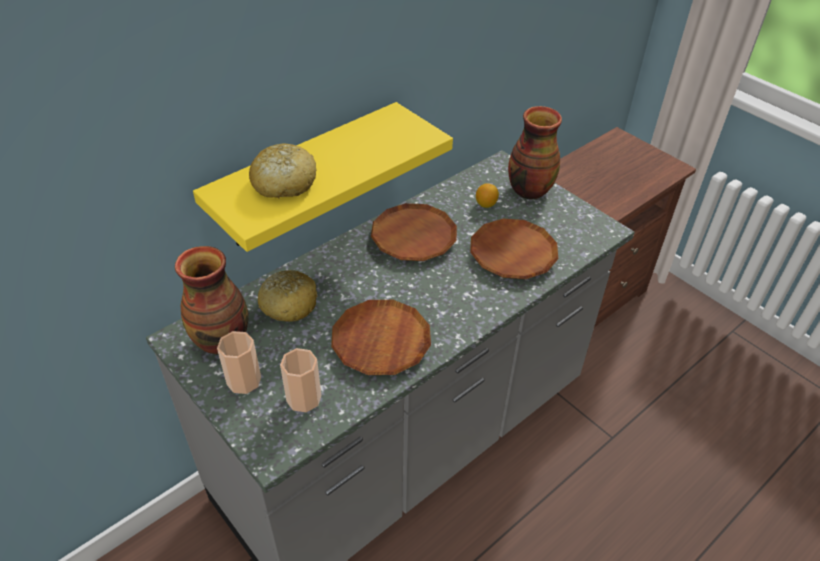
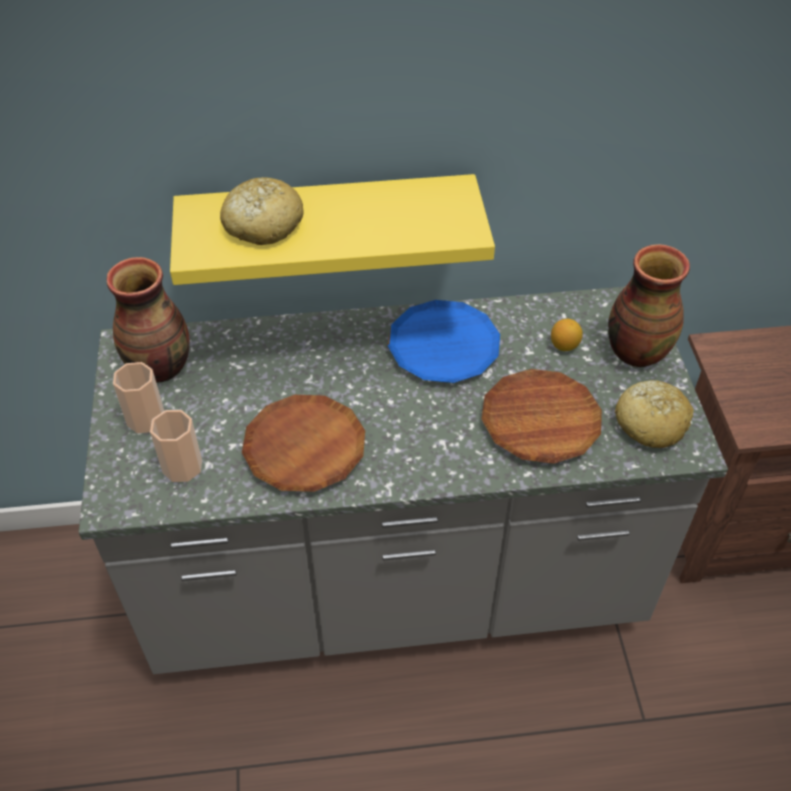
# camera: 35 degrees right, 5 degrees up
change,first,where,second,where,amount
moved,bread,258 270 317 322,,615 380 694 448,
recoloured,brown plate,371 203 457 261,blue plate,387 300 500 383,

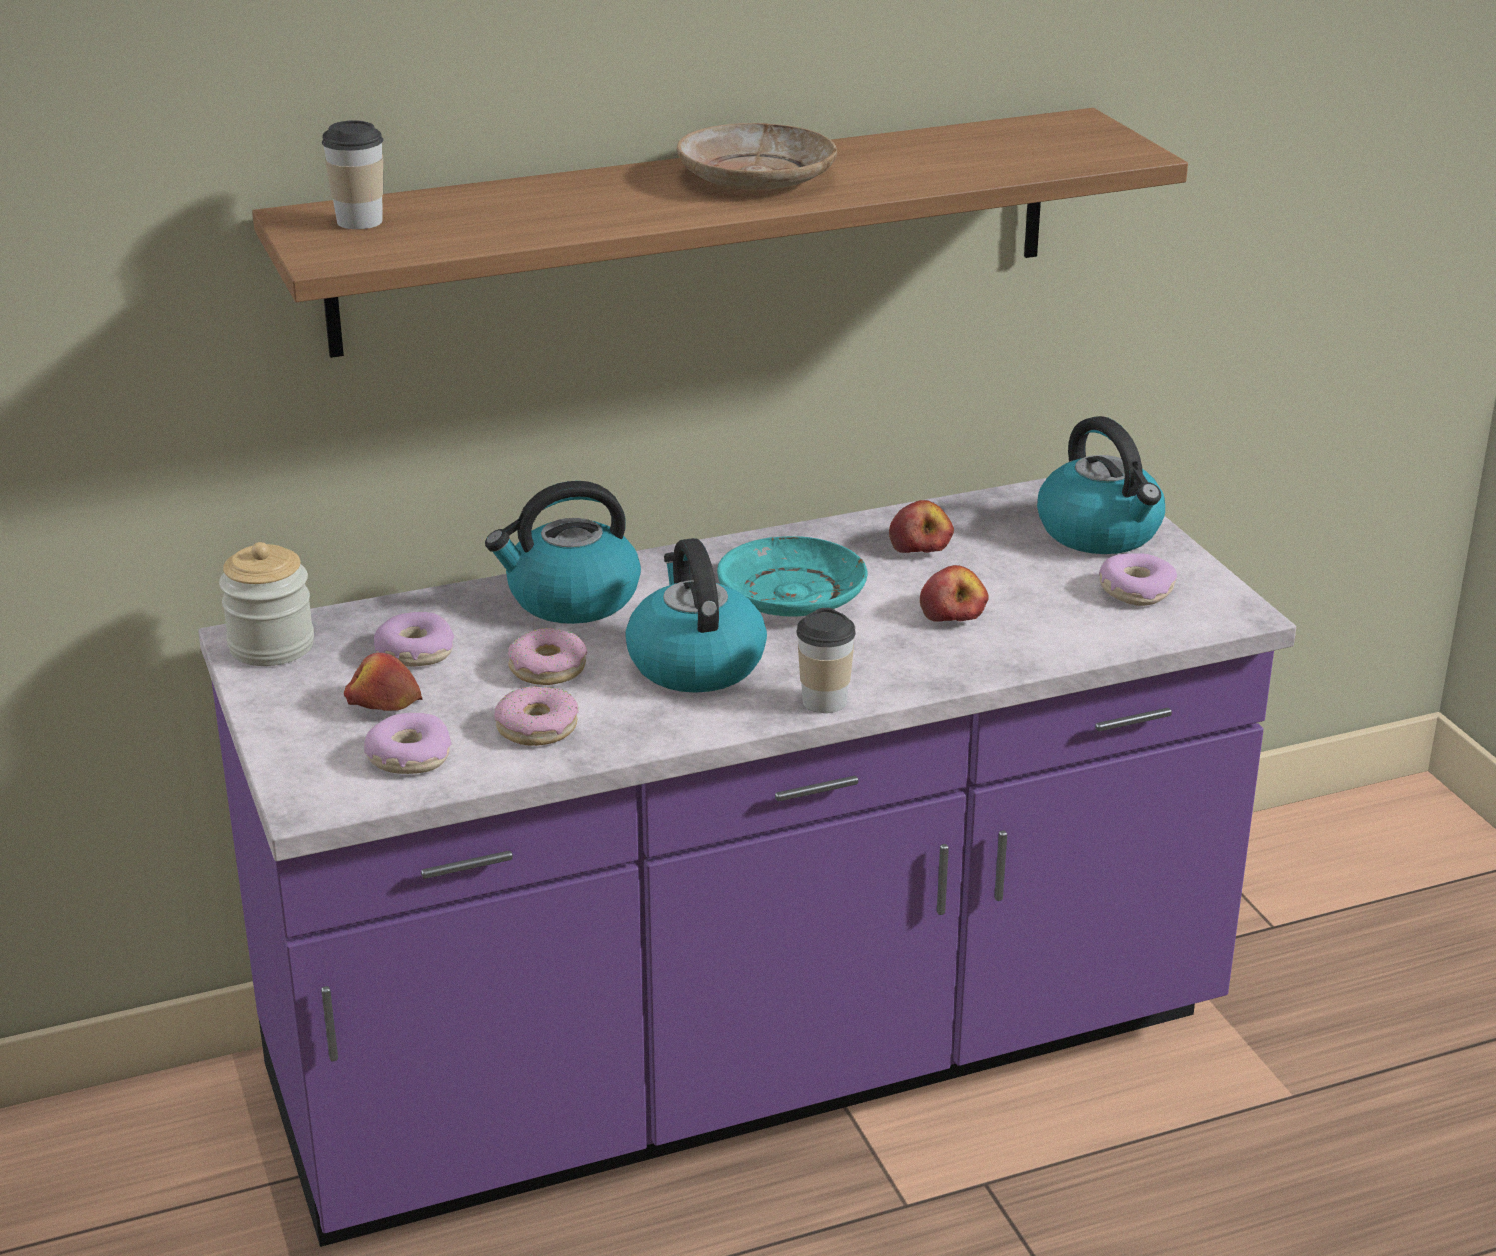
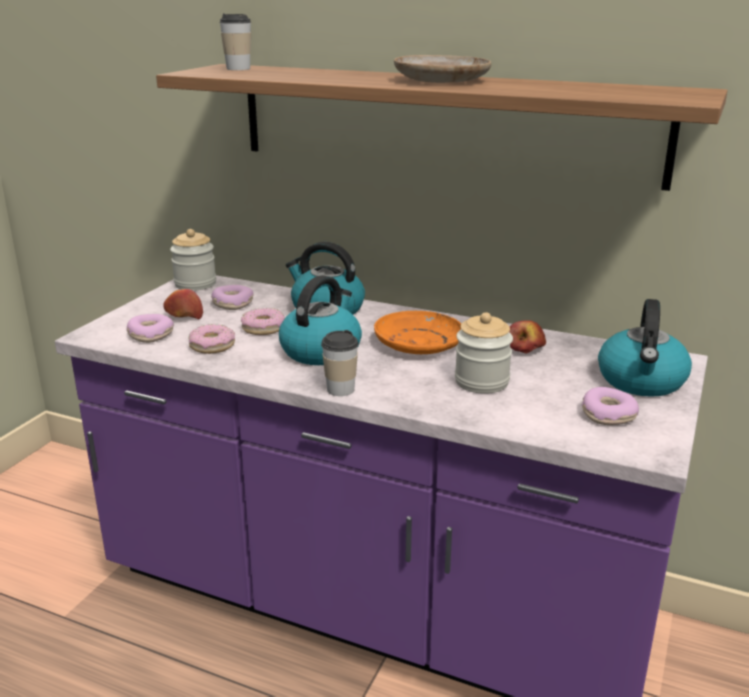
# camera: 45 degrees right, 5 degrees down
change,first,where,second,where,amount
recoloured,turquoise plate,717 536 868 616,orange plate,374 311 461 354,
replaced,apple,920 565 988 622,jar,455 312 513 394,

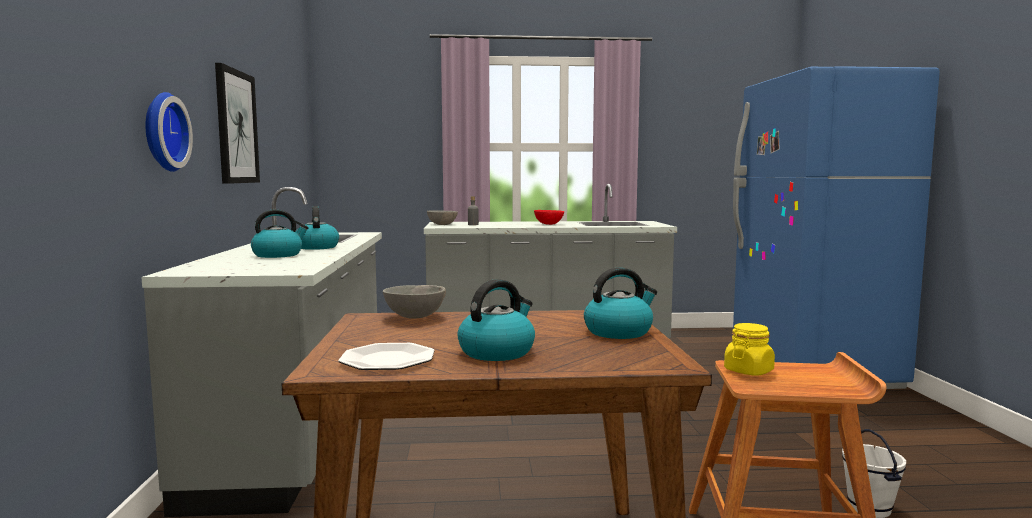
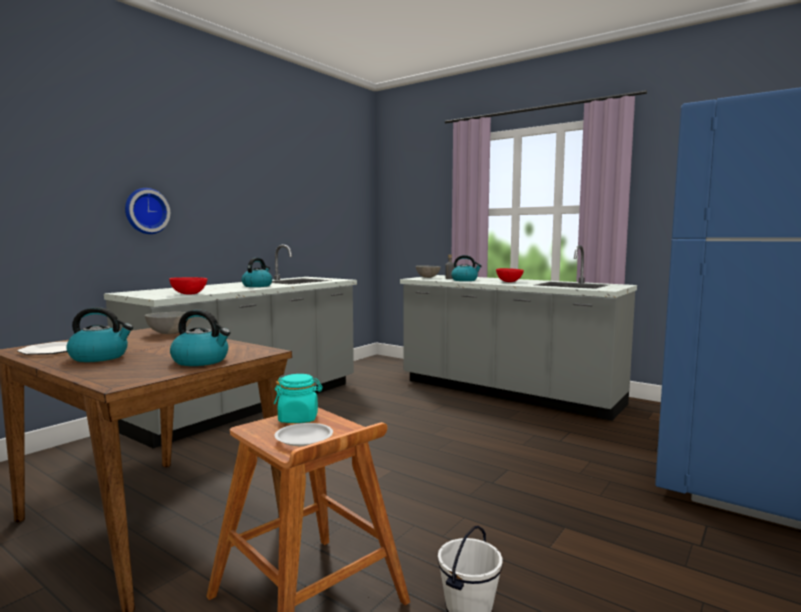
# camera: 40 degrees right, 0 degrees up
change,first,where,second,where,amount
removed,picture,215 63 260 184,,,
moved,kettle,251 209 309 258,,451 255 482 281,
recoloured,yellow jar,724 323 775 376,turquoise jar,274 374 323 423,
added,,,red bowl,169 277 208 294,
added,,,white plate,275 423 333 446,

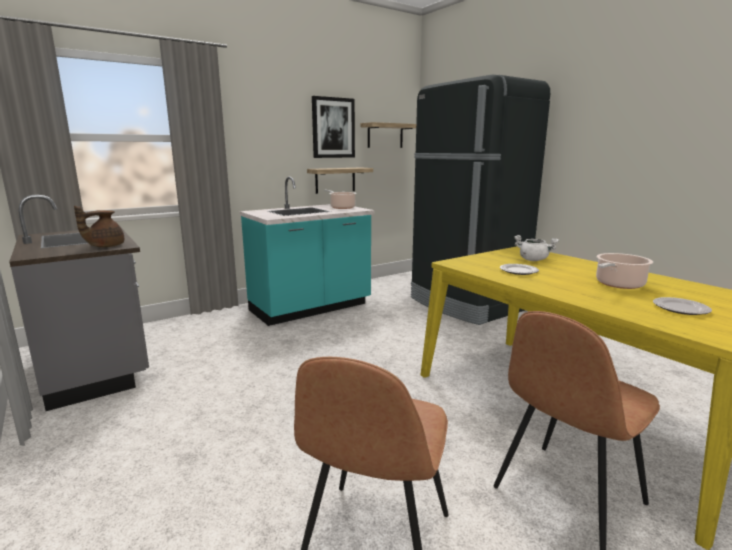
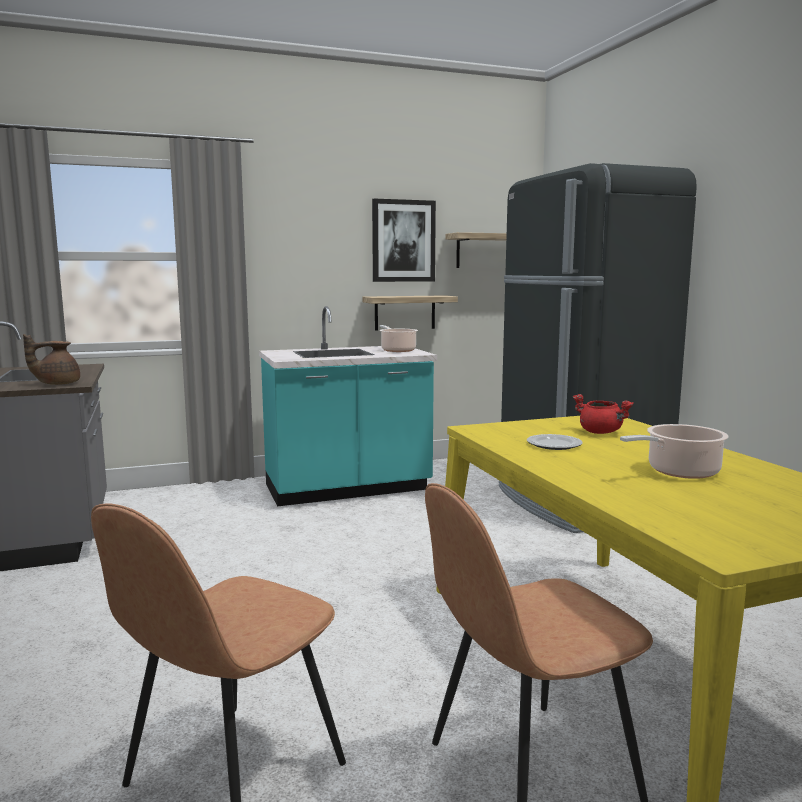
# camera: 15 degrees right, 5 degrees down
change,first,where,second,where,amount
recoloured,white cooking pot,514 235 559 261,red cooking pot,572 394 634 434,
removed,plate,653 297 712 315,,,

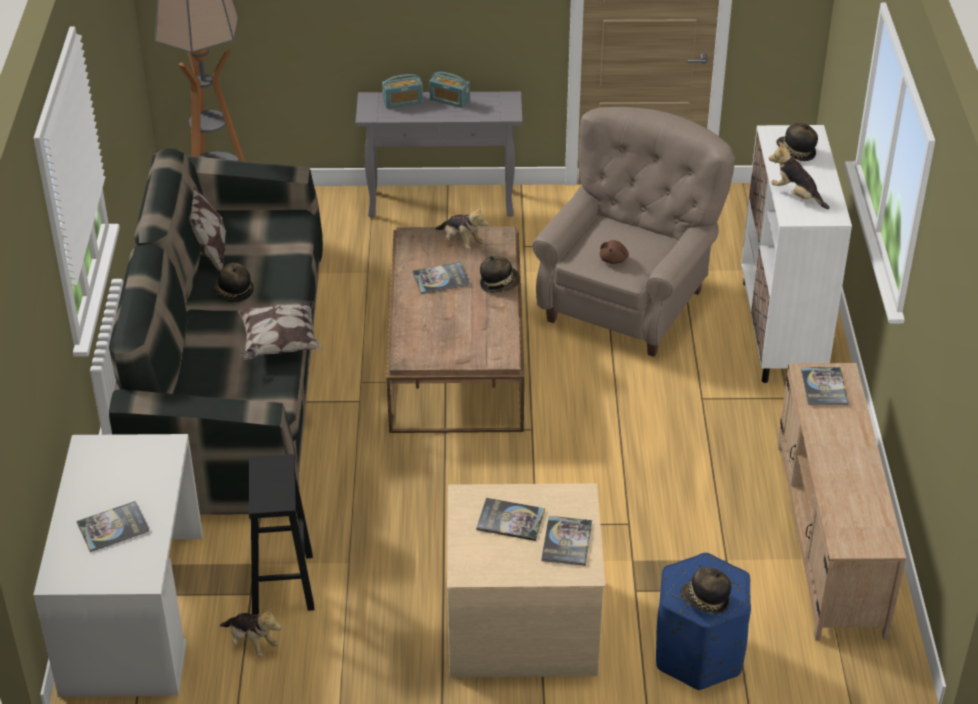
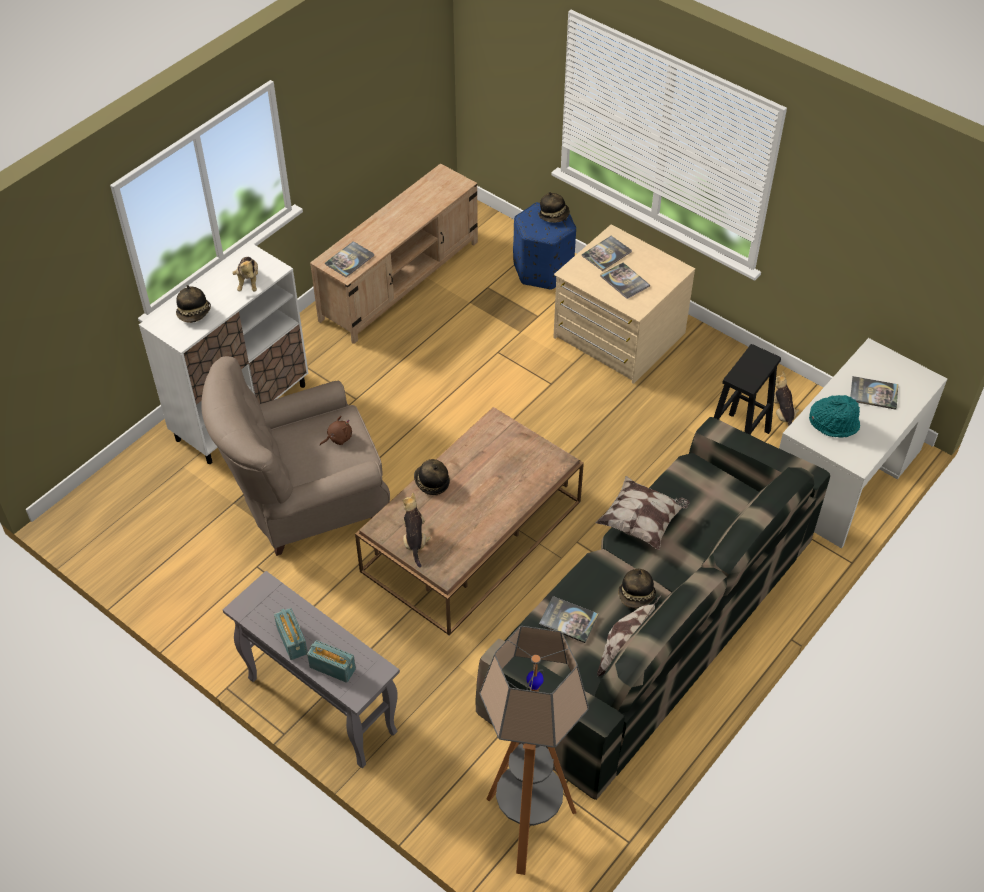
# camera: 140 degrees left, 10 degrees up
change,first,where,second,where,amount
moved,book,412 262 470 294,,539 596 599 643,
added,,,turquoise hat,809 395 860 438,

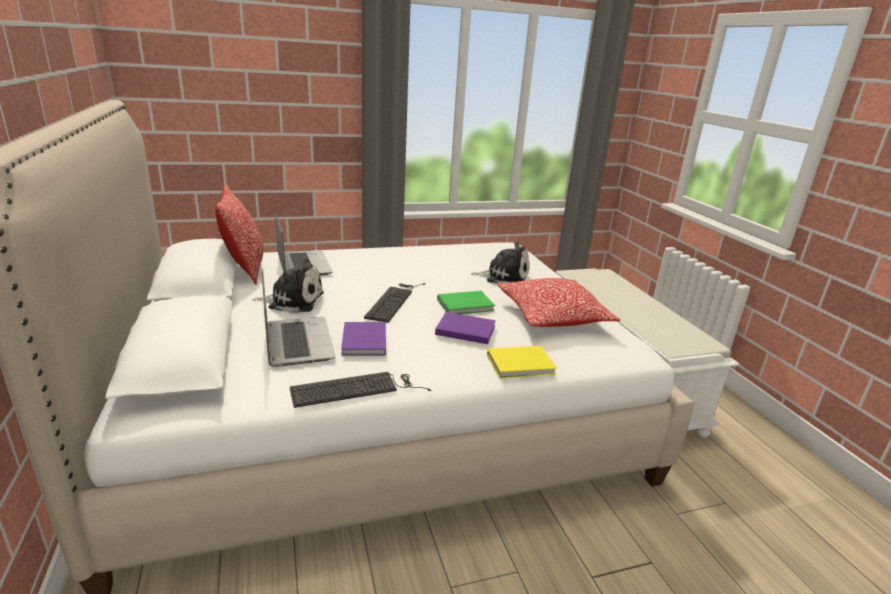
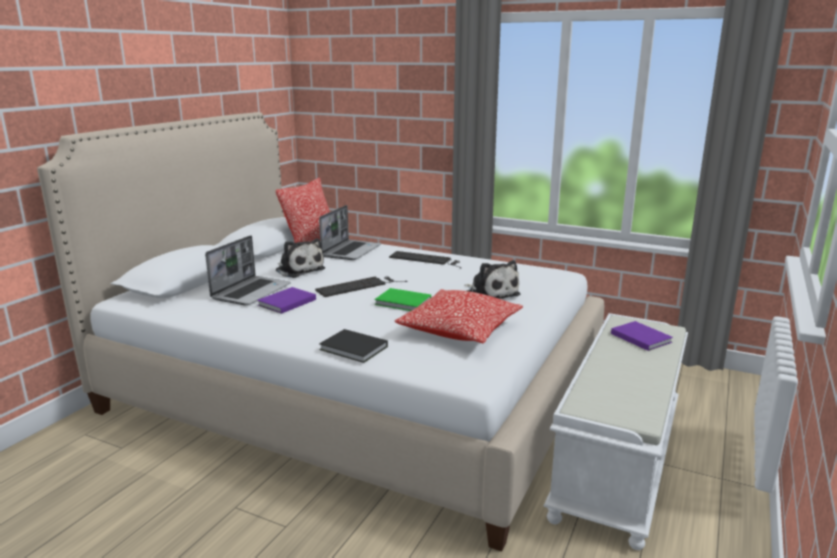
# camera: 45 degrees right, 5 degrees down
change,first,where,second,where,amount
moved,keyboard,290 372 431 408,,389 251 461 269,
moved,purple book,435 312 496 344,,611 321 673 351,
recoloured,yellow book,487 346 557 378,black book,319 329 388 363,

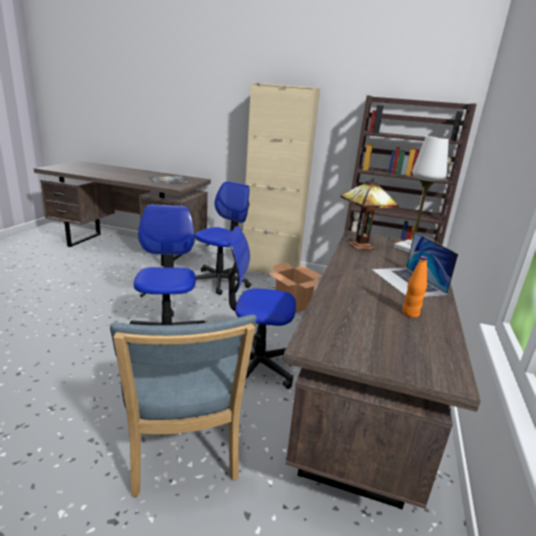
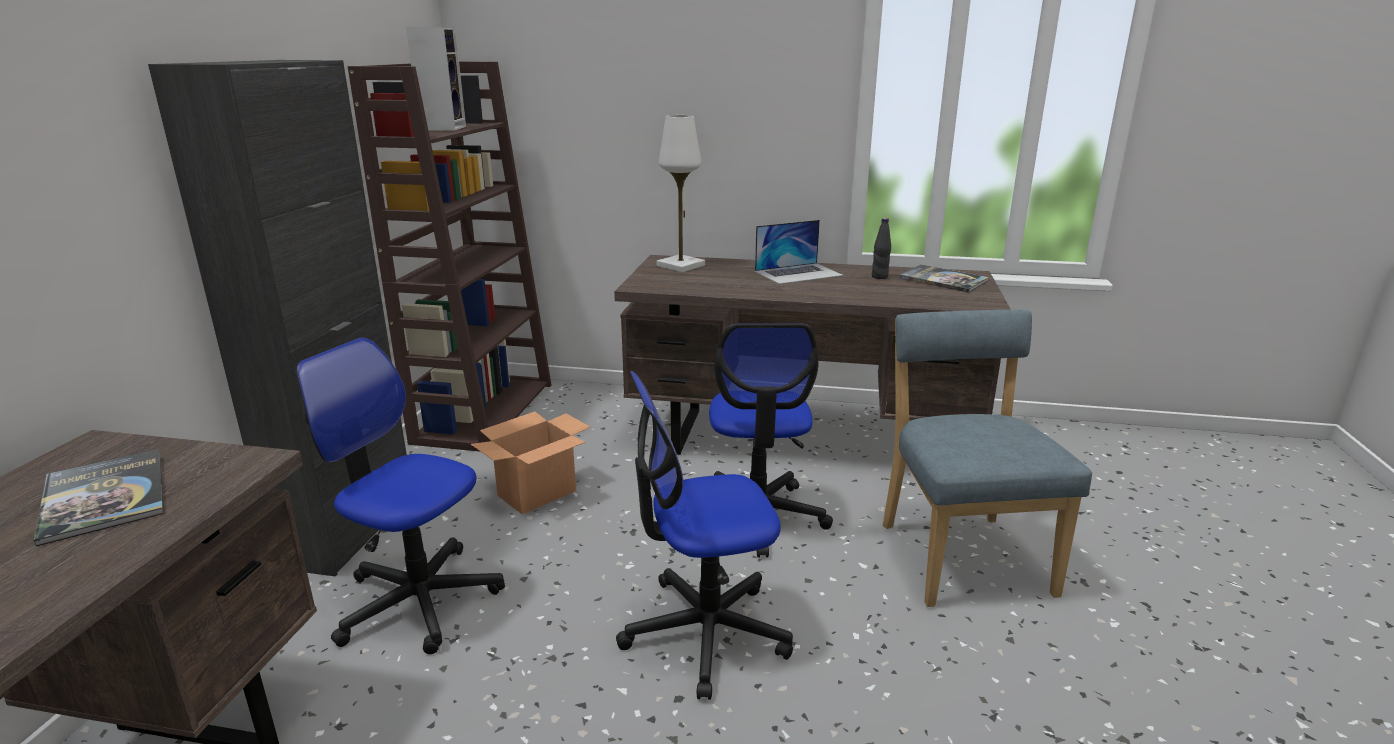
# camera: 95 degrees left, 0 degrees up
change,first,where,second,where,amount
turned,blue chair,110 315 257 497,,883 310 1092 607,75 degrees counterclockwise
recoloured,beige cabinet,243 83 320 274,black cabinet,148 60 407 576,
removed,table lamp,340 178 399 250,,,
recoloured,orange bottle,402 256 428 318,black bottle,872 218 891 279,
added,,,speaker,406 27 466 131,
added,,,book,899 264 989 293,

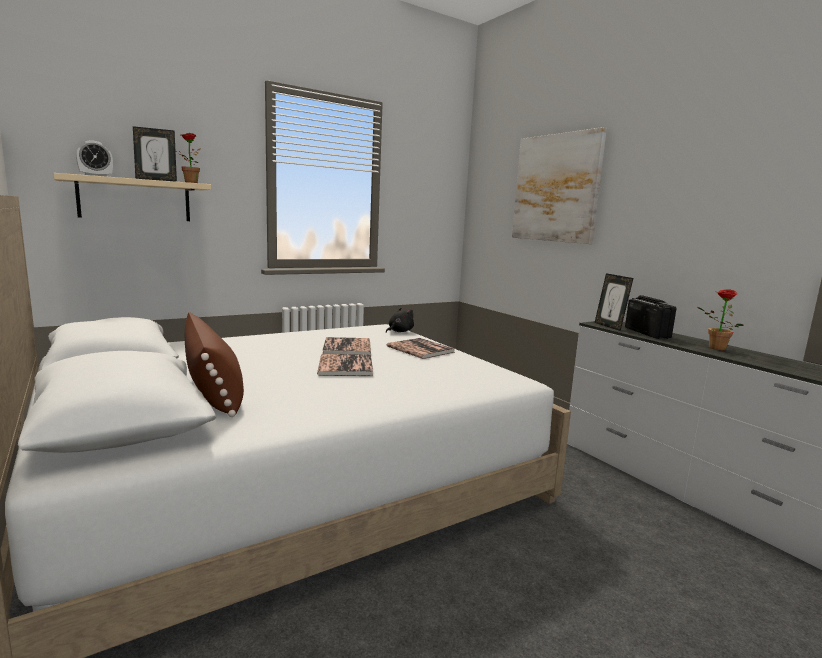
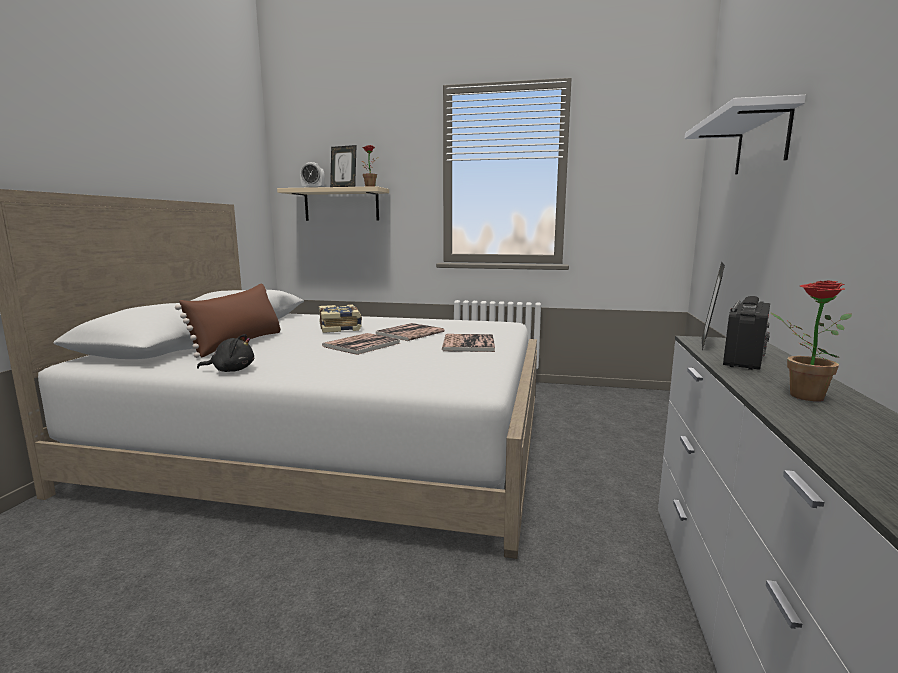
# camera: 45 degrees right, 0 degrees up
change,first,where,second,where,amount
moved,black plush toy,386 308 414 333,,197 334 254 372,
replaced,picture,512 127 607 244,white shelf,684 95 806 174,
added,,,book,319 304 362 333,

